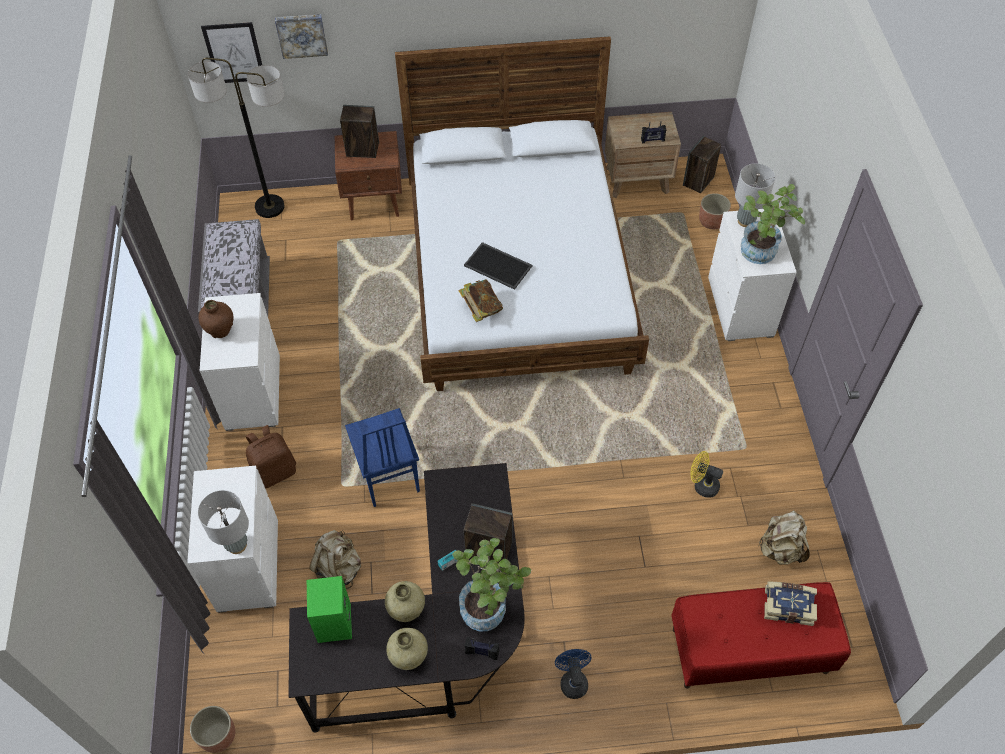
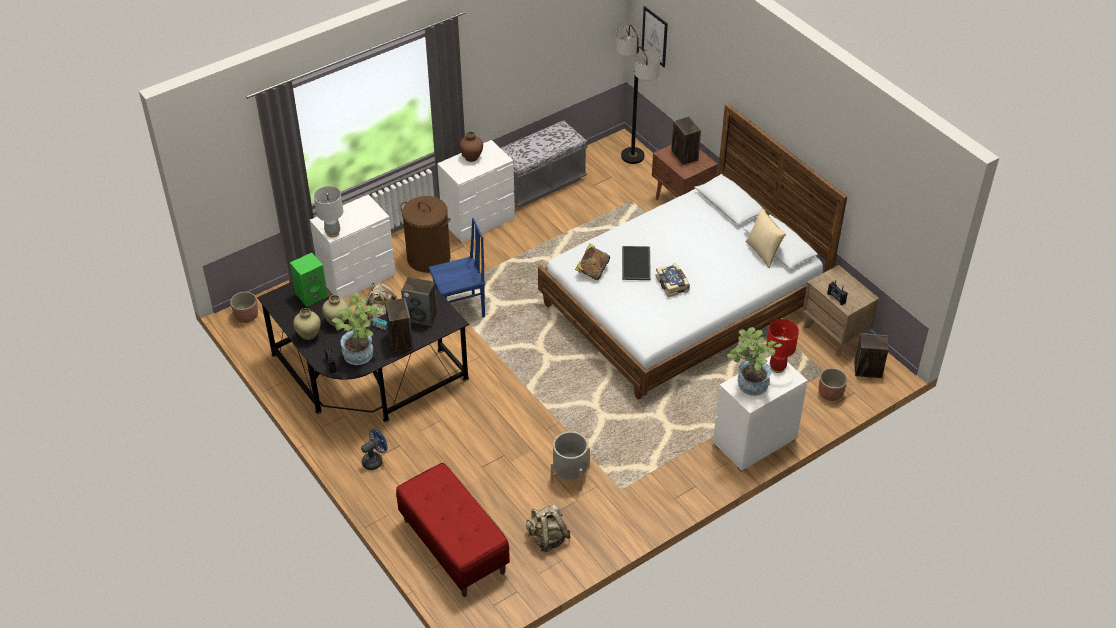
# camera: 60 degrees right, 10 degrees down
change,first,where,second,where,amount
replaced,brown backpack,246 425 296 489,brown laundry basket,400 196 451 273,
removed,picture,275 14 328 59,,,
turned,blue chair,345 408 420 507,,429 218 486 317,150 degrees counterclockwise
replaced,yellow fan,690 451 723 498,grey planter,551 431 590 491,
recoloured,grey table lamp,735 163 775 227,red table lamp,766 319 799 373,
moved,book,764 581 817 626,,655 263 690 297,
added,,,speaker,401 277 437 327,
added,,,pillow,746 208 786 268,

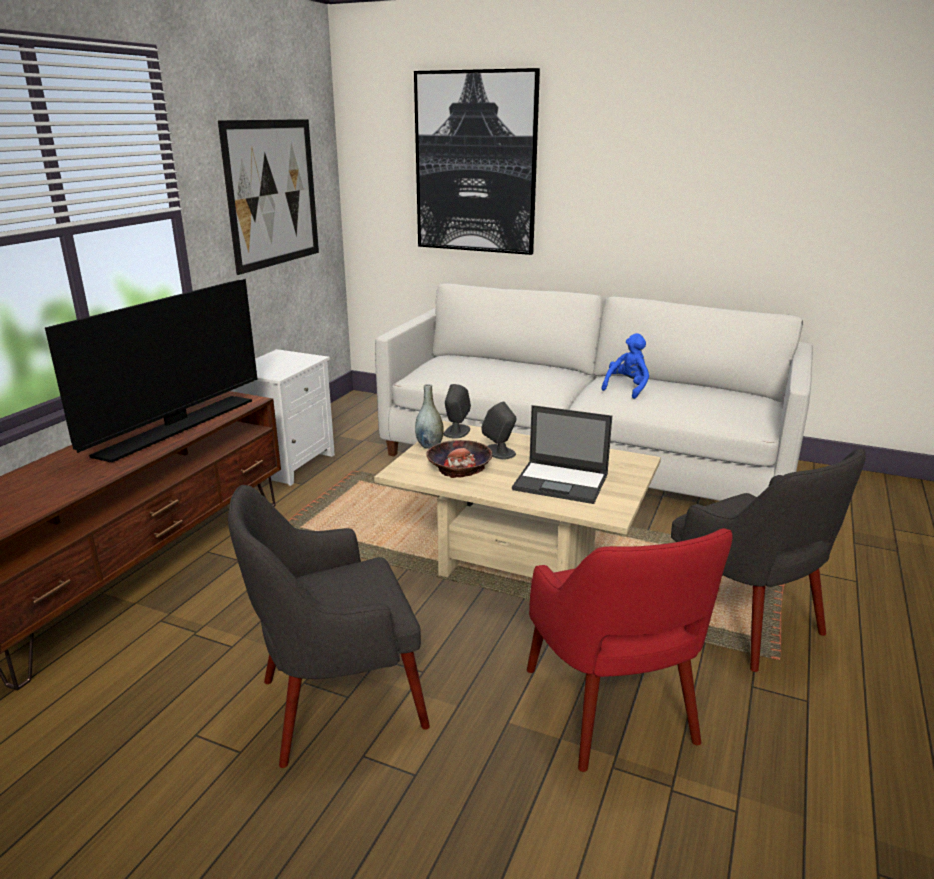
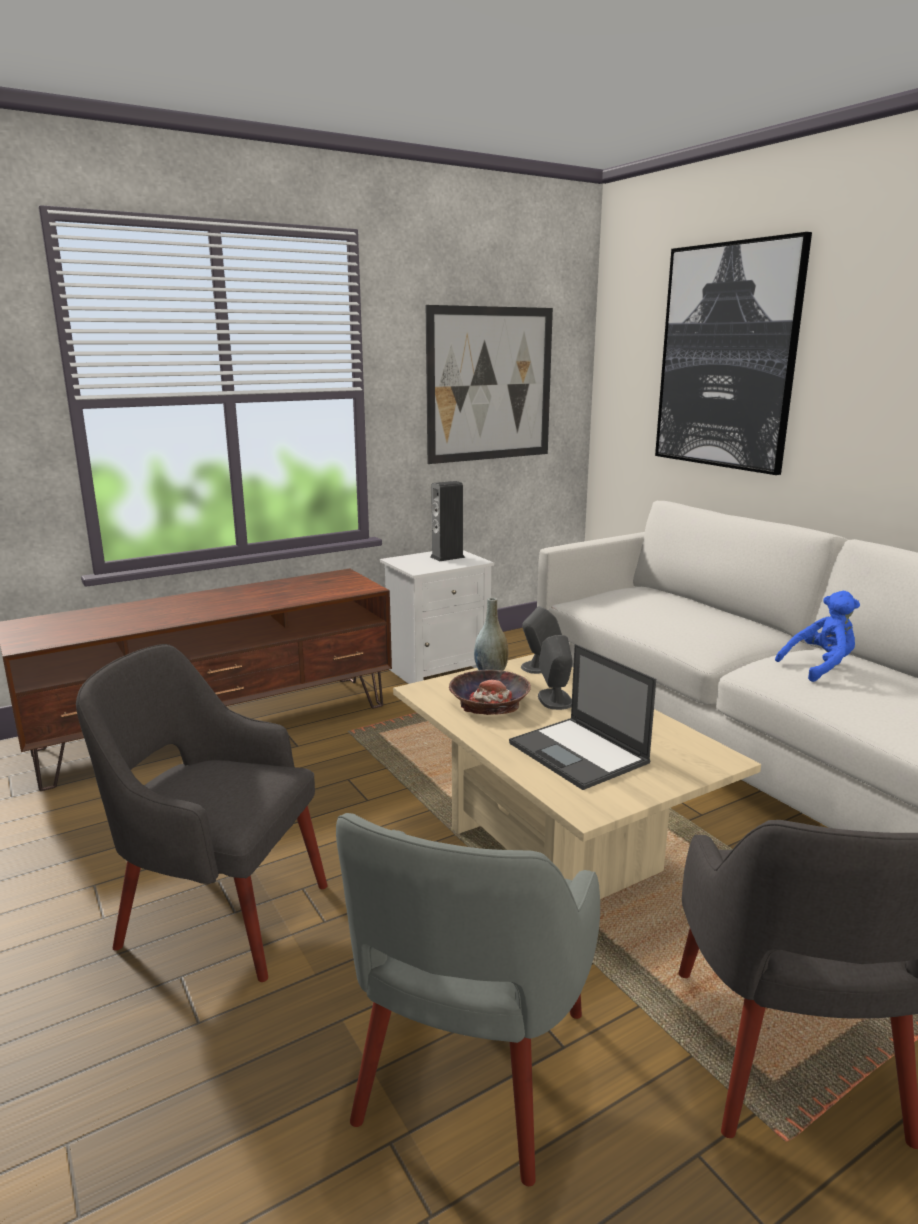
# camera: 35 degrees right, 5 degrees down
change,first,where,second,where,amount
removed,television,45 279 258 463,,,
recoloured,red armchair,527 528 733 772,grey armchair,336 813 600 1186,
added,,,speaker,430 481 465 562,

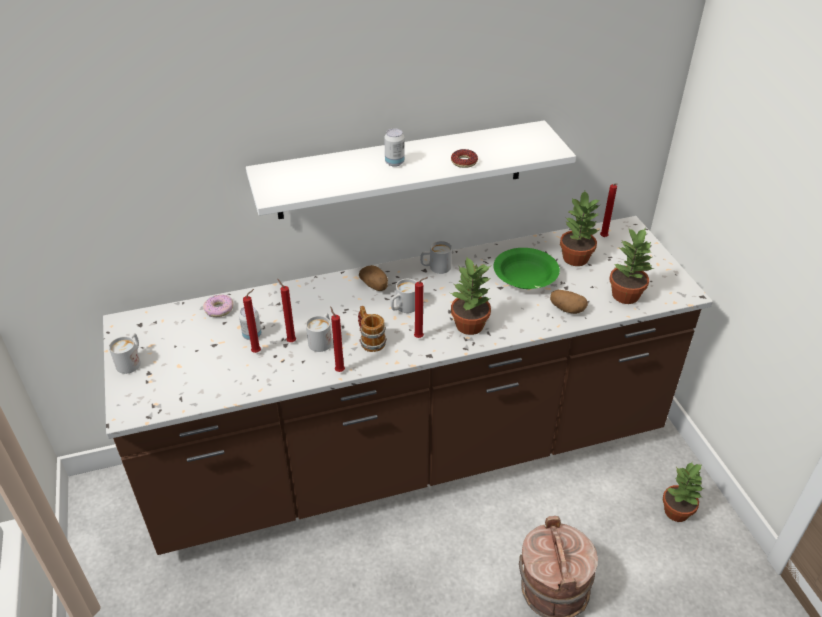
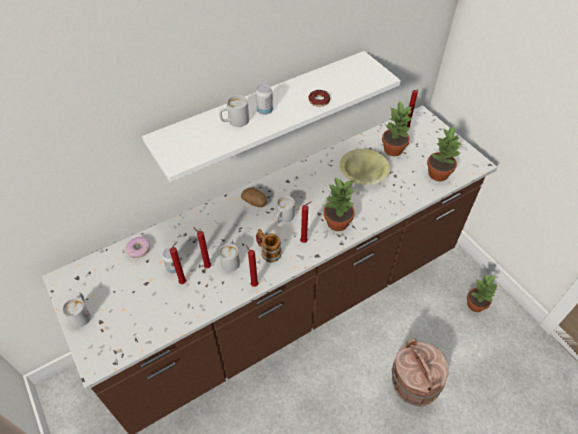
# camera: 15 degrees left, 10 degrees up
change,first,where,second,where,amount
moved,white mug,420 241 452 274,,219 95 249 127,
recoloured,green bowl,493 248 560 289,yellow bowl,339 149 390 185,
removed,potato,550 290 588 314,,,

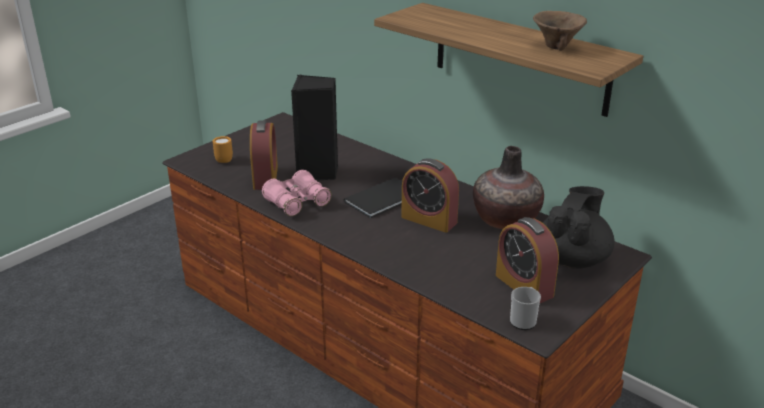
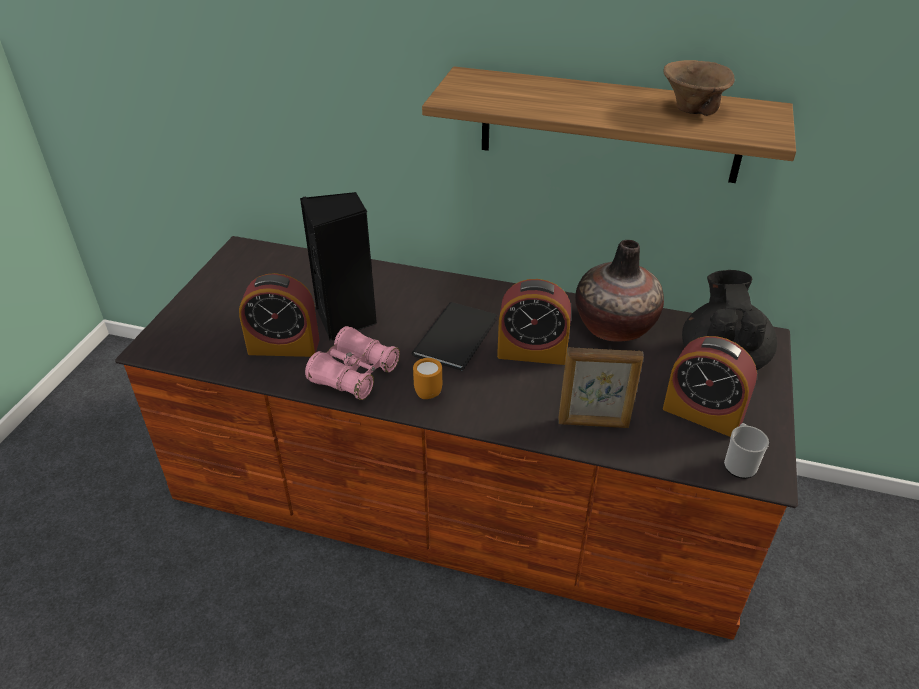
# camera: 25 degrees left, 10 degrees up
change,first,where,second,where,amount
moved,orange mug,213 136 233 163,,413 358 442 399,
turned,alarm clock,250 120 278 190,,239 273 319 357,120 degrees clockwise
added,,,picture frame,558 347 643 428,

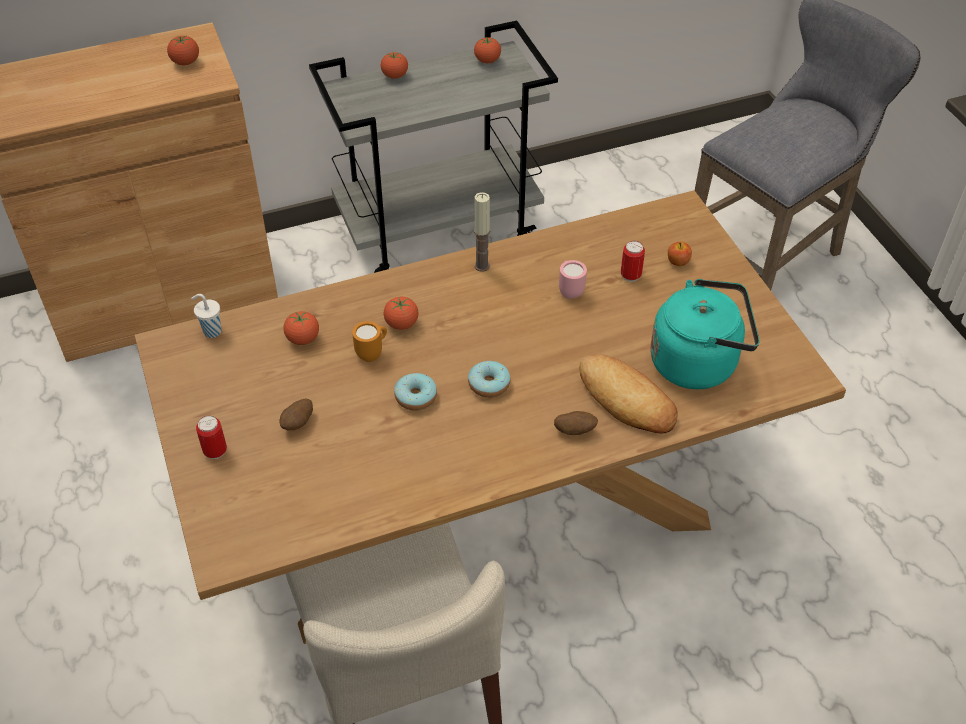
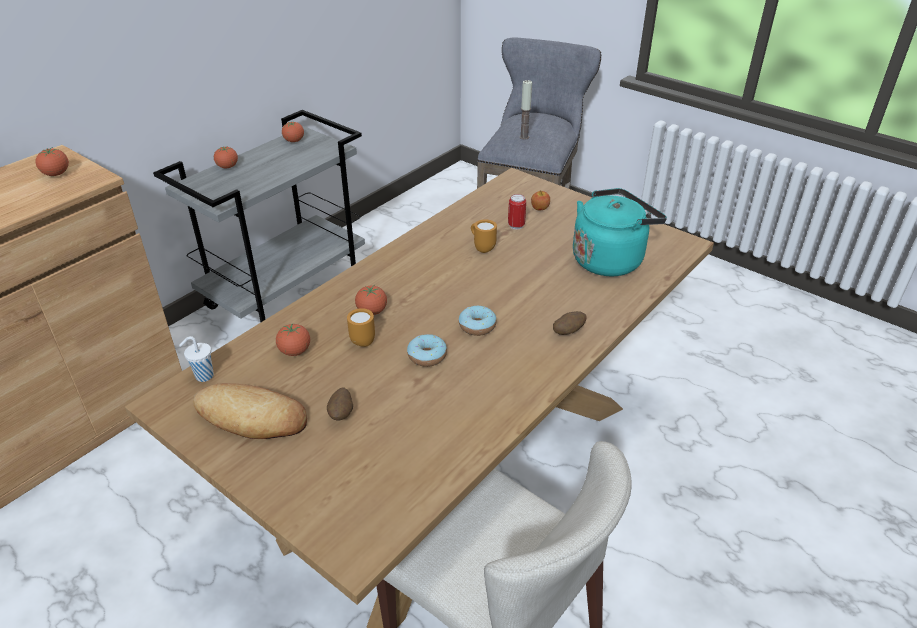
# camera: 30 degrees left, 10 degrees down
change,first,where,second,where,amount
removed,can,196 416 227 459,,,
moved,candle,474 192 491 272,,519 80 532 139,
recoloured,pink mug,559 260 587 299,orange mug,471 219 497 253,
moved,bread,579 354 678 434,,193 383 307 439,

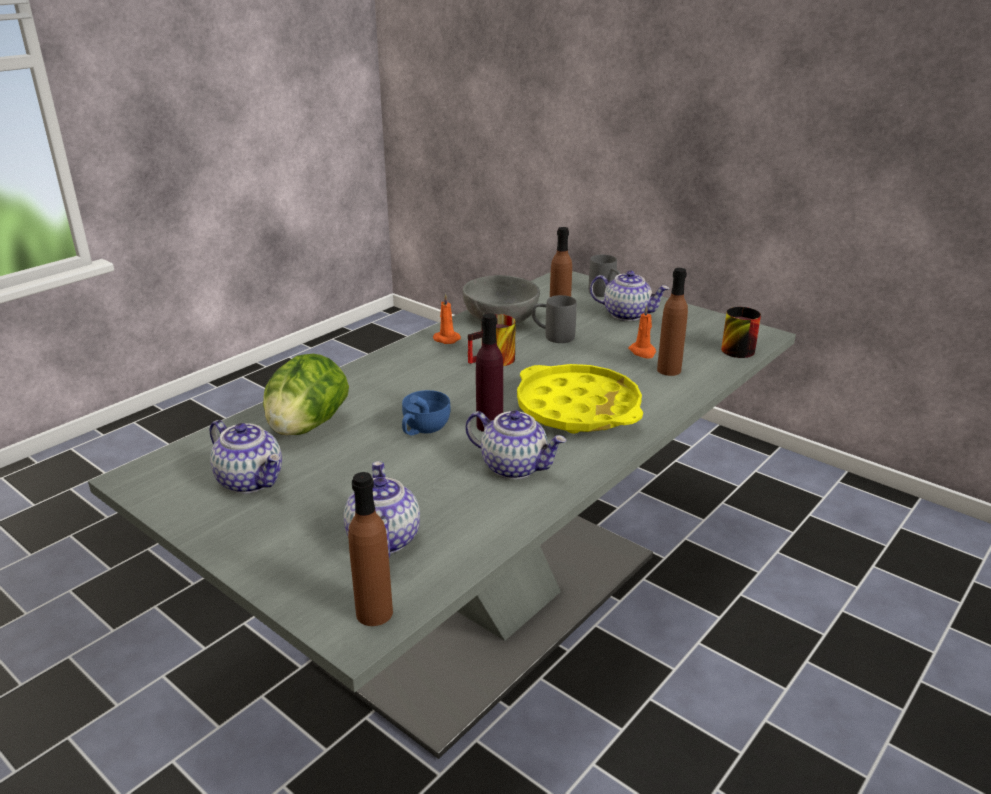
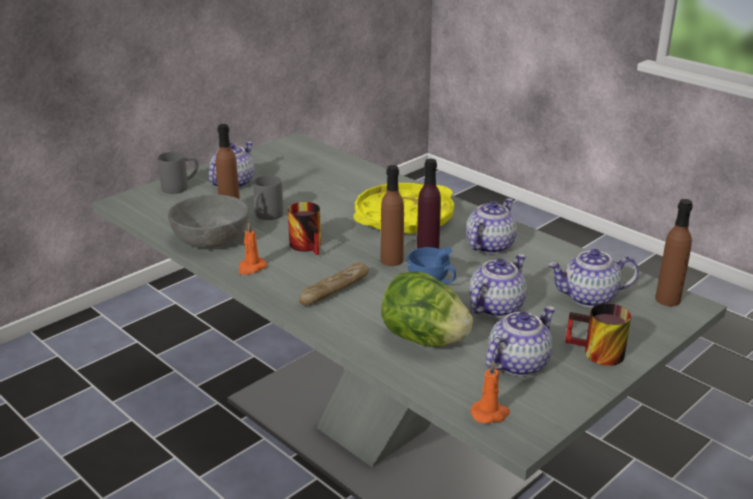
# camera: 85 degrees left, 0 degrees up
change,first,where,second,where,amount
moved,orange candle,628 305 656 359,,470 361 510 424,
moved,brown bottle,657 268 688 376,,381 165 404 266,
moved,mug,721 307 761 358,,565 303 631 366,
added,,,bread,299 262 369 306,
added,,,teapot,469 254 527 318,

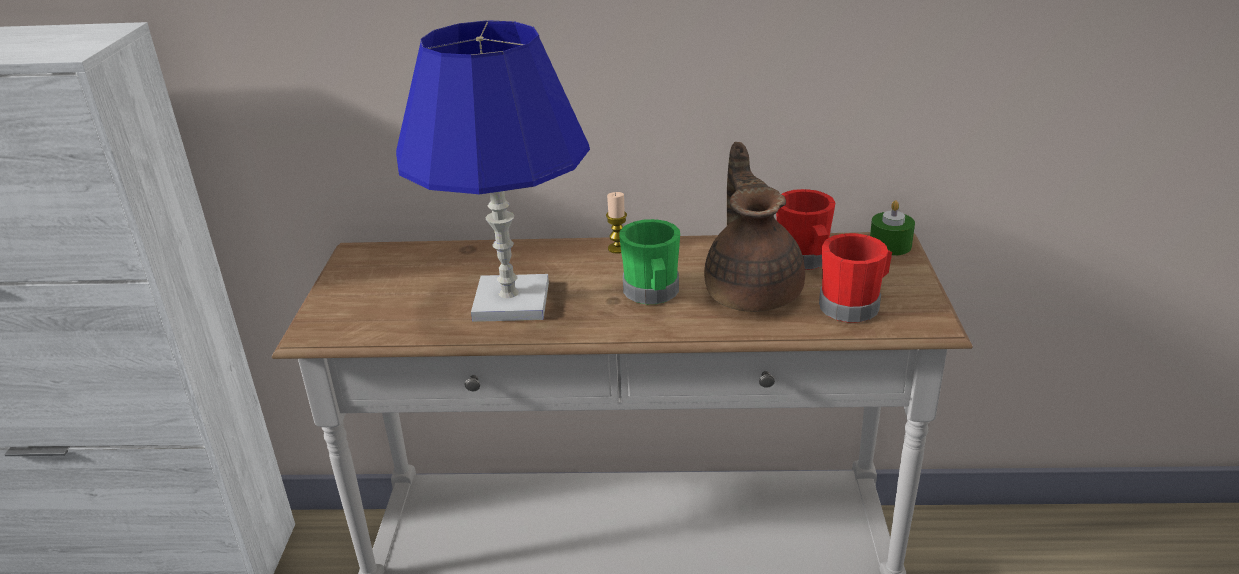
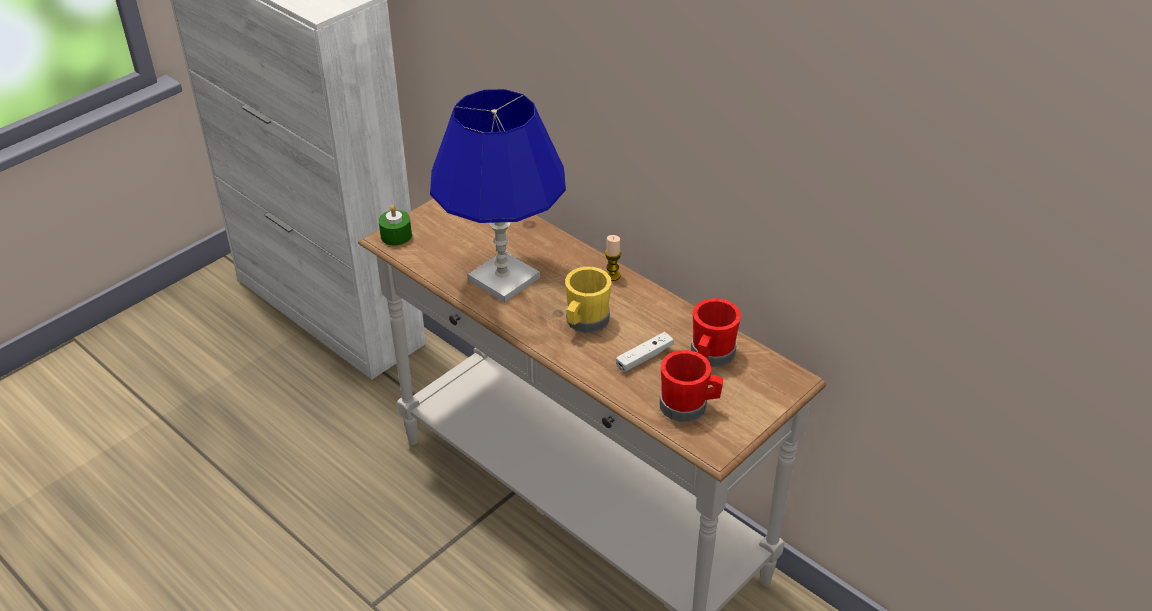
# camera: 40 degrees right, 10 degrees up
change,first,where,second,where,amount
recoloured,green mug,619 219 680 304,yellow mug,565 267 612 333,
replaced,brown teapot,704 142 805 312,white game controller,616 332 674 372,
moved,green candle,870 200 915 256,,378 205 412 246,

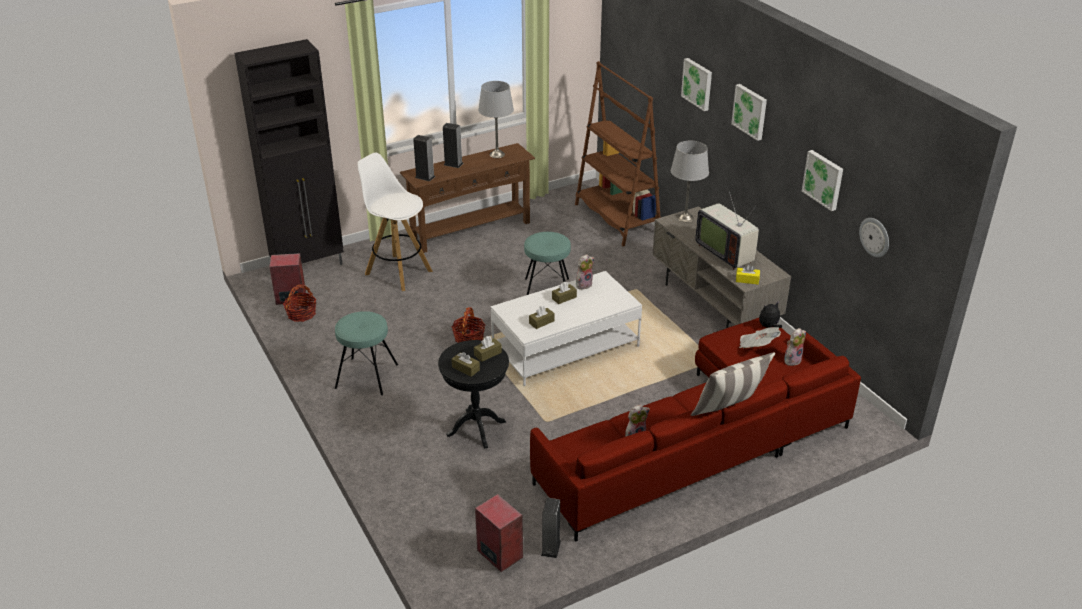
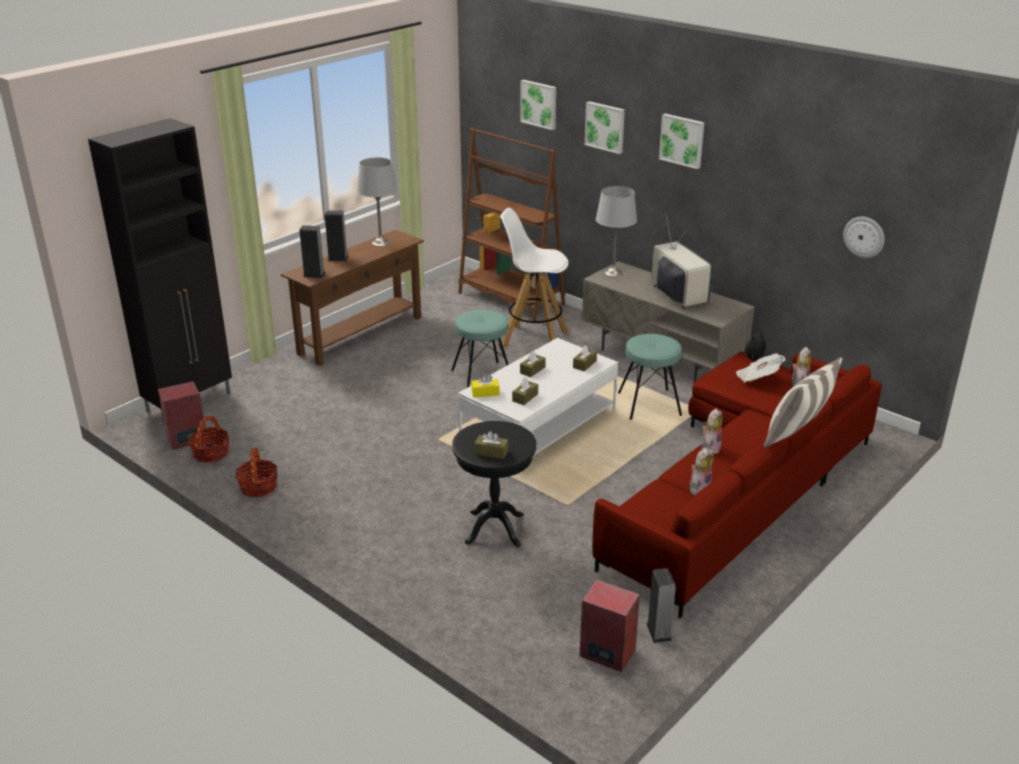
# camera: 20 degrees left, 5 degrees down
change,first,where,second,where,amount
moved,turquoise stool,335 311 398 395,,618 334 682 420,
moved,white stool,358 153 433 291,,500 208 569 348,
moved,basket,452 307 485 343,,235 448 278 497,
moved,brown tissue box,474 336 502 362,,573 345 597 371,
moved,plush toy,576 254 595 289,,702 408 722 454,
turned,television,695 192 759 269,,651 212 712 309,150 degrees counterclockwise
moved,yellow tissue box,736 264 760 284,,471 374 500 398,
moved,picture,802 150 843 211,,520 80 556 130,

